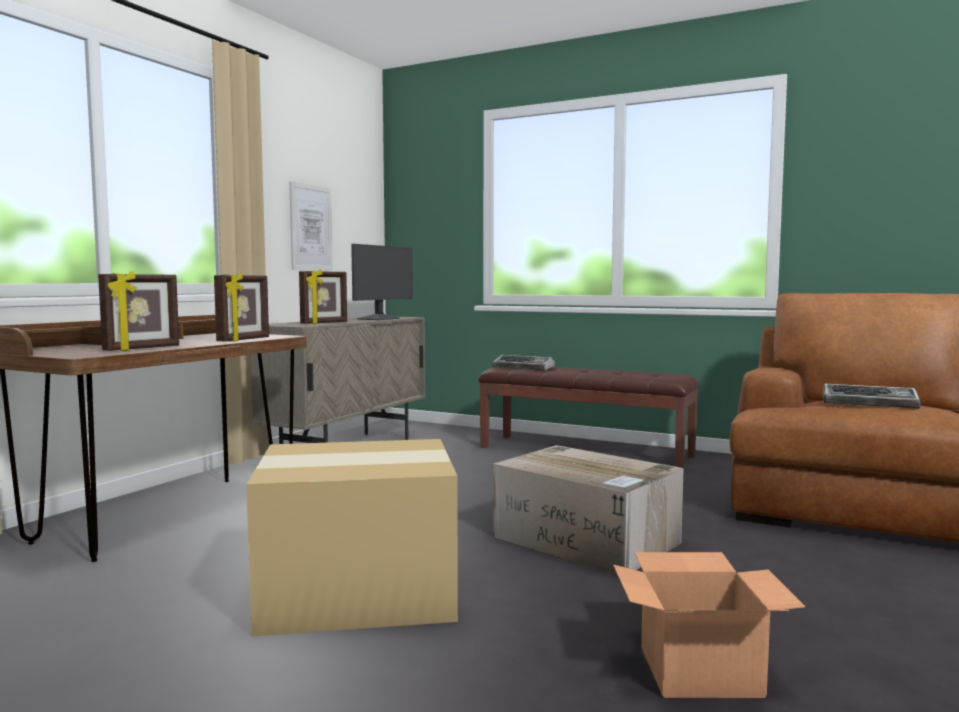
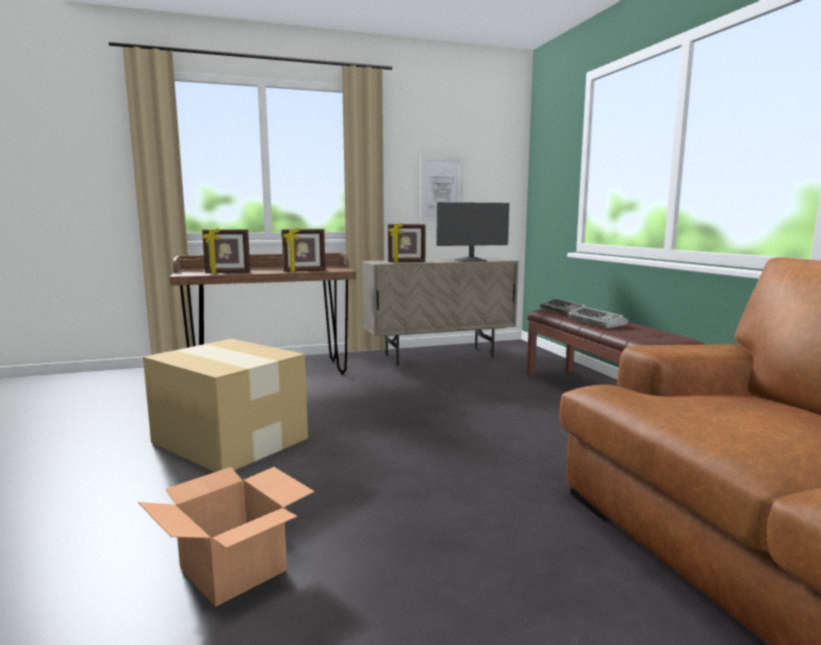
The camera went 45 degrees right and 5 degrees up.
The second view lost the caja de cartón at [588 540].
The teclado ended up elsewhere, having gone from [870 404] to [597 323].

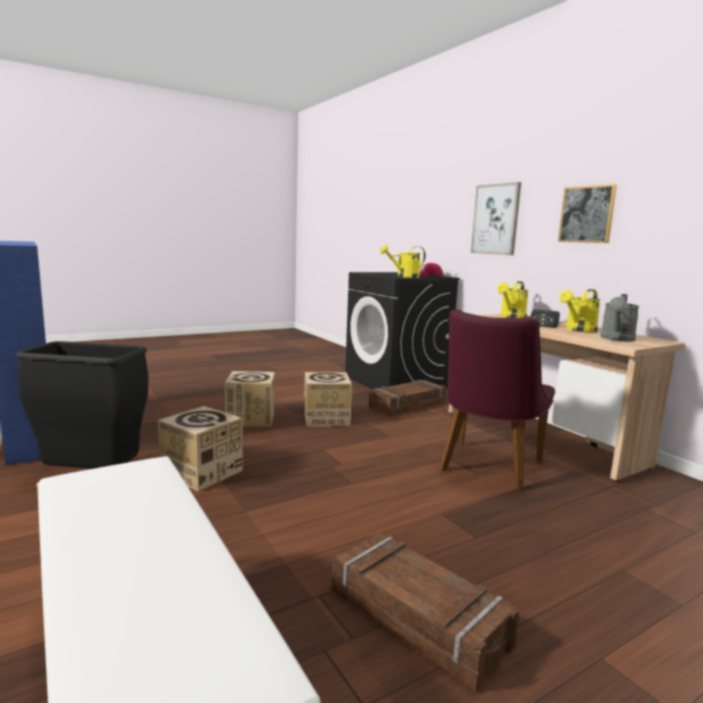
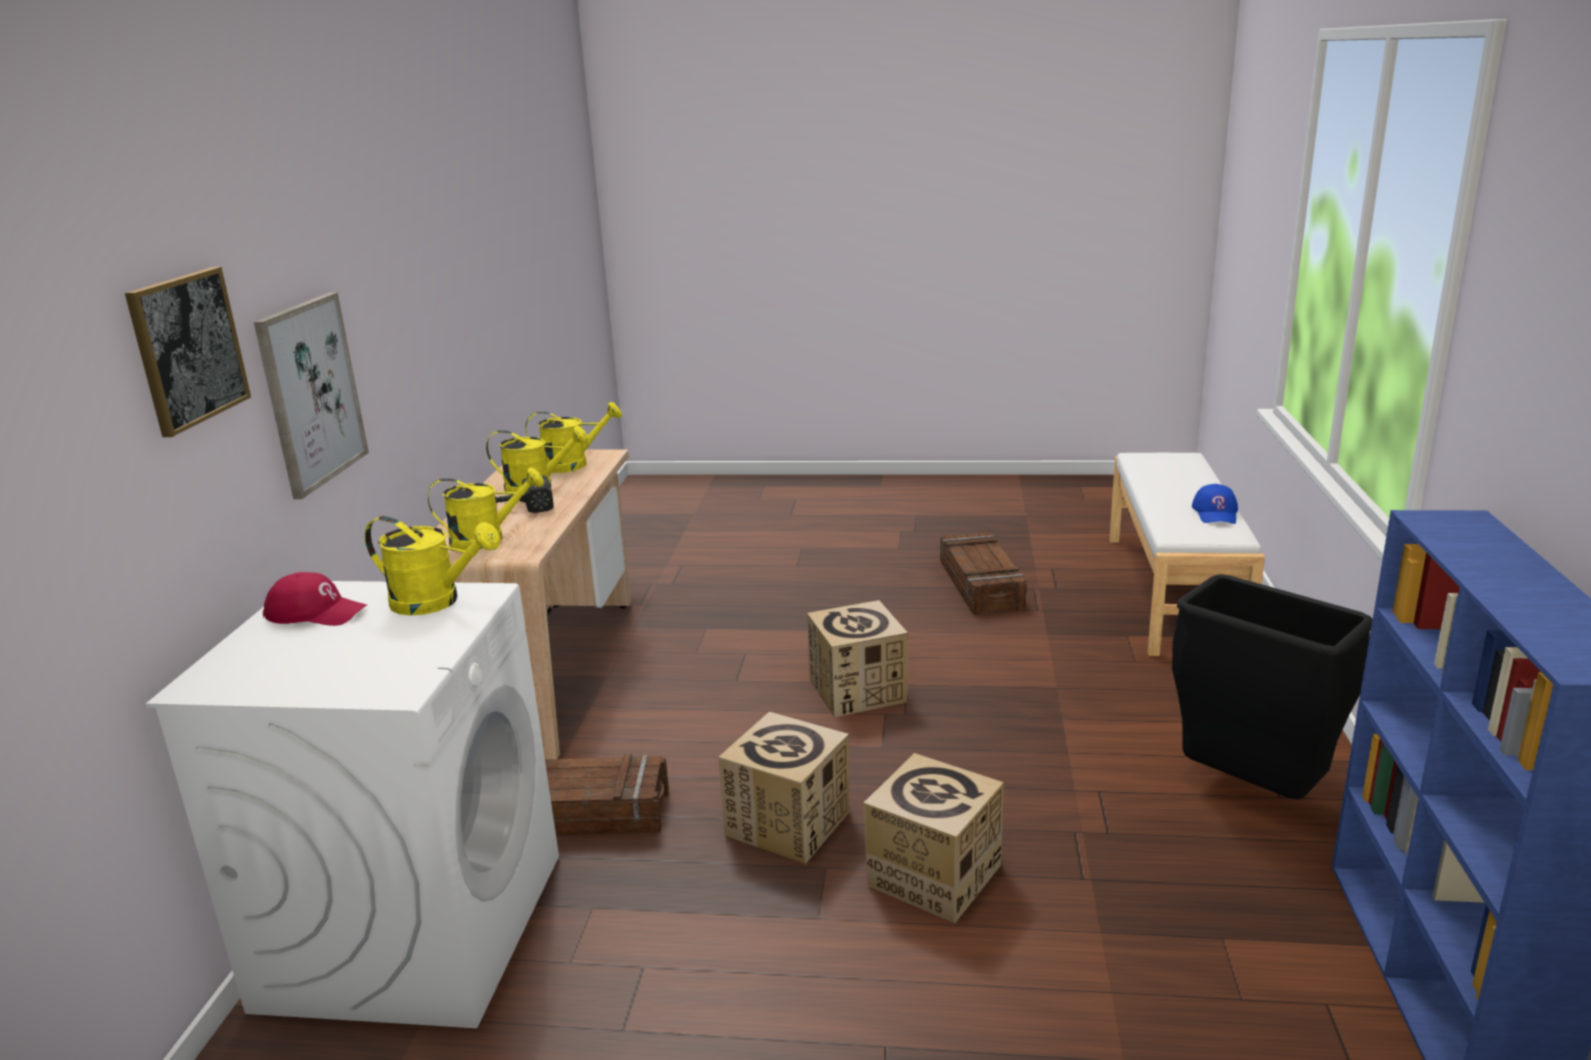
The camera went 140 degrees left and 10 degrees up.
The caja de cartón ended up elsewhere, having gone from [201 472] to [858 691].
What was the lavadora [negro] at [396 382] turned into the lavadora [blanco] at [414 928].
The second view lost the silla [morado] at [486 469].
The cuadro ended up elsewhere, having gone from [587 214] to [188 349].
What was the regadera [gris] at [617 339] turned into the regadera [amarillo] at [574 464].
The second view gained the gorra [azul] at [1216 513].

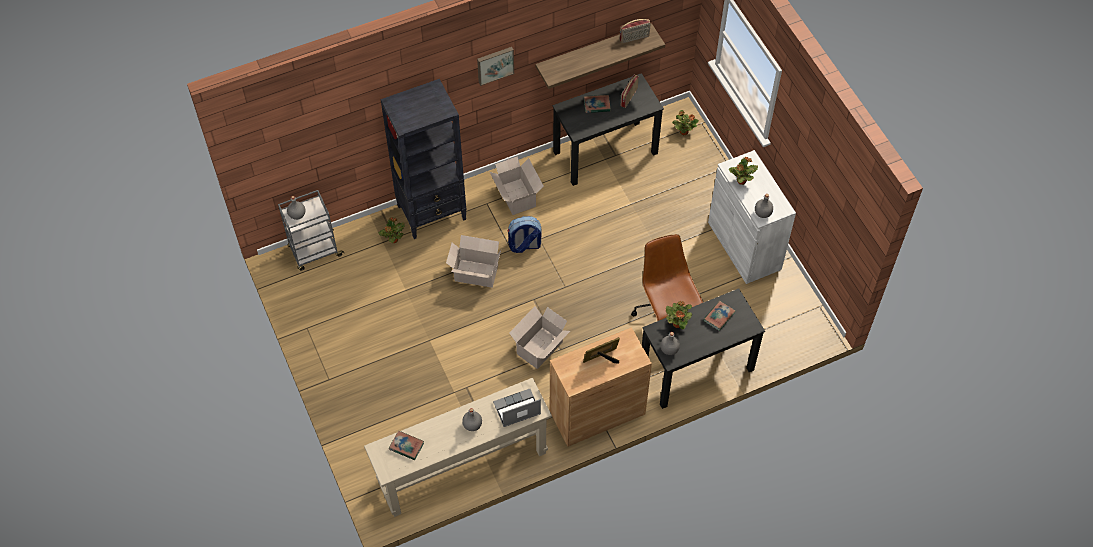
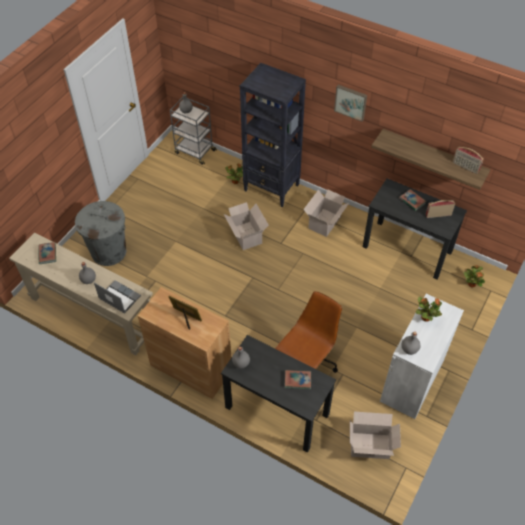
The camera went 55 degrees right and 5 degrees down.
The second view lost the mochila at [524 245].
The caja de cartón ended up elsewhere, having gone from [540 347] to [371 446].
The second view lost the planta en maceta at [677 323].
The second view gained the papelera [gris] at [108 251].

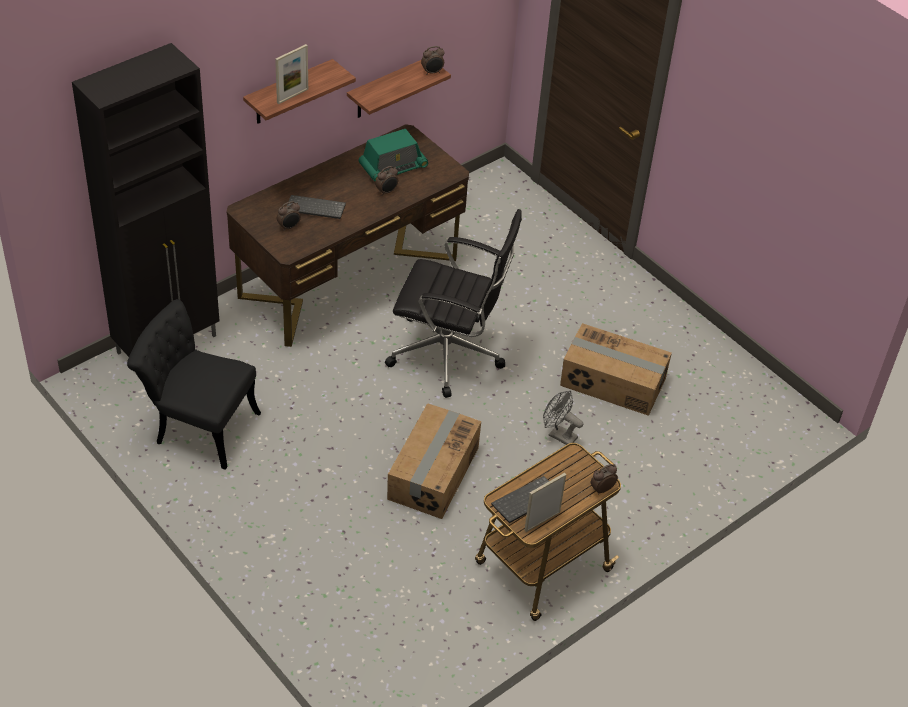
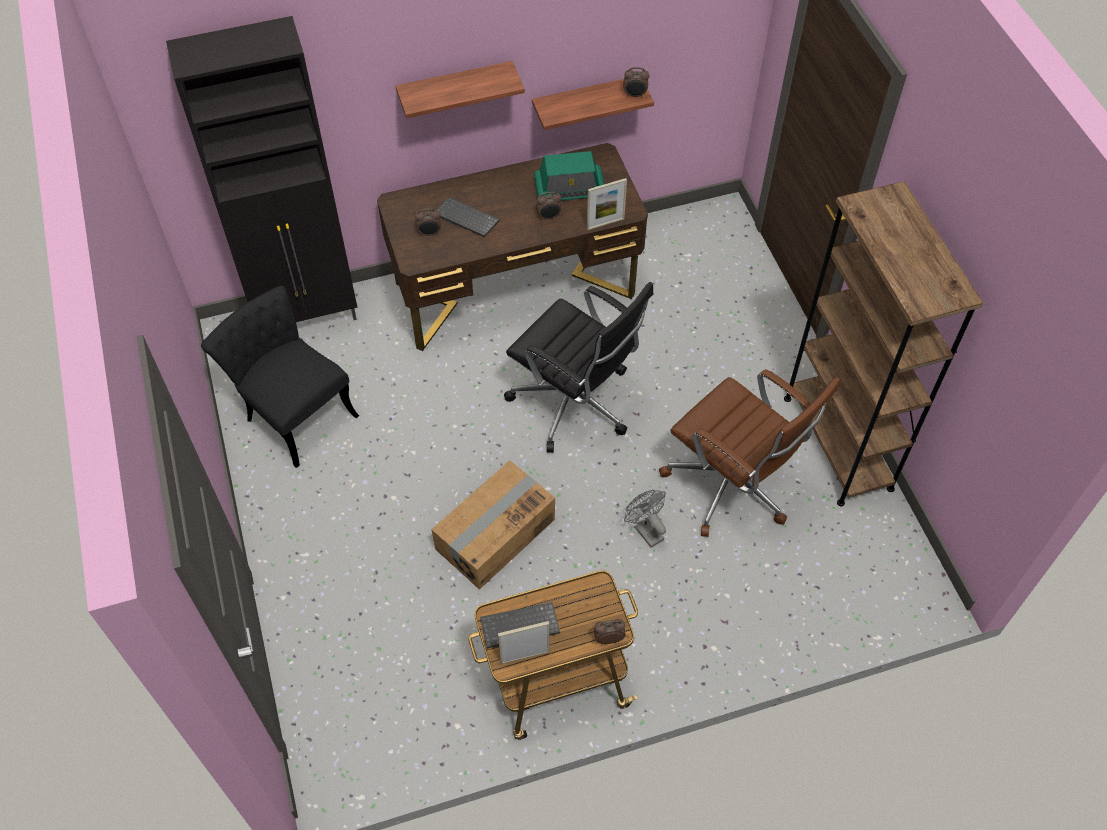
The camera went 25 degrees right and 10 degrees up.
The portarretratos ended up elsewhere, having gone from [292 96] to [605 223].
Where the caja de cartón stood at [613 382], the silla de oficina [marrón] came to stand at [732 486].
The second view gained the estantería [marrón] at [837 442].

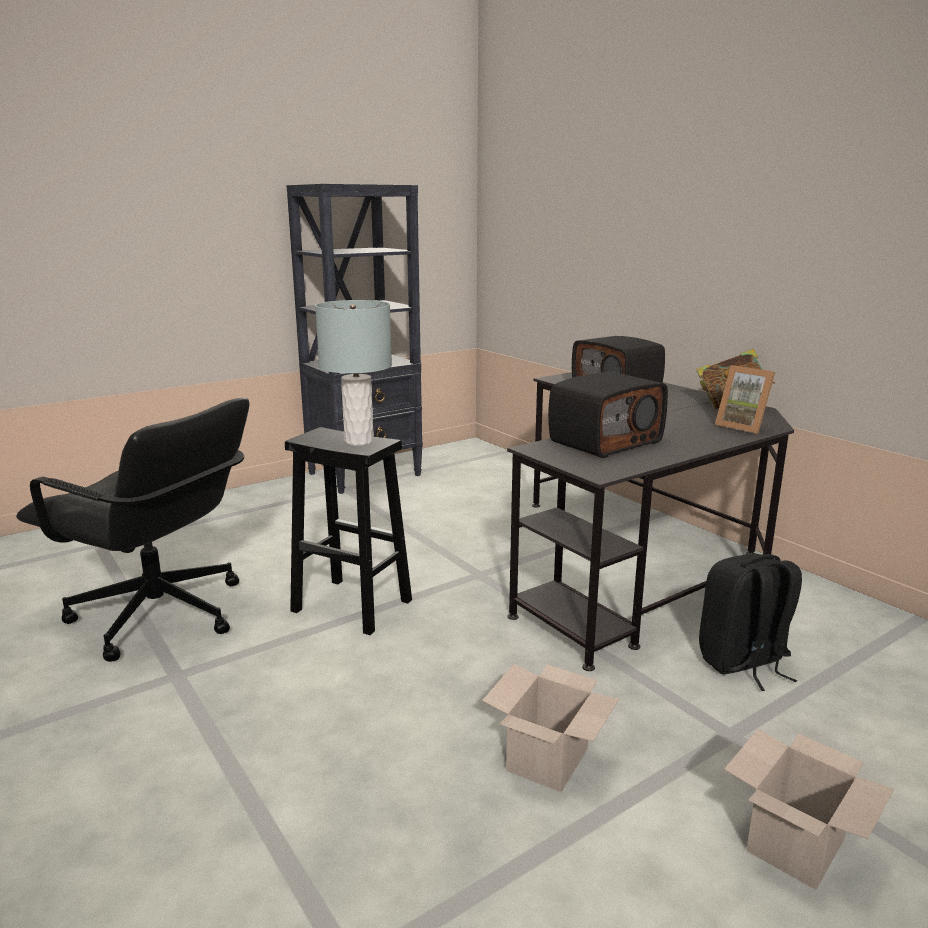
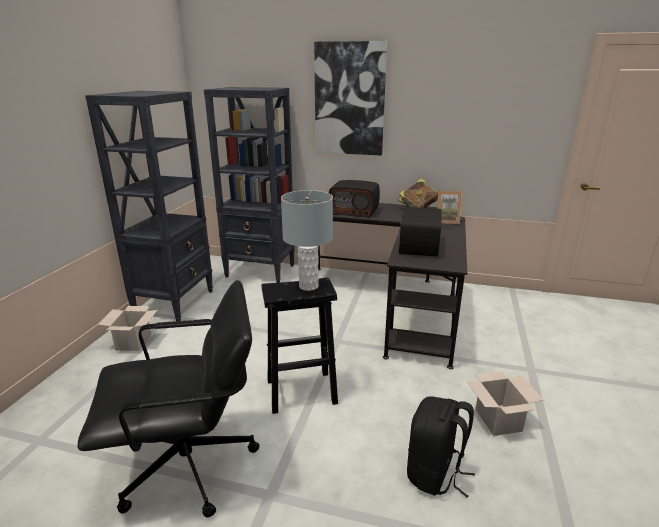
The camera went 40 degrees left and 5 degrees up.
The mochila [negro] ended up elsewhere, having gone from [743 663] to [435 473].
The caja de cartón ended up elsewhere, having gone from [794 843] to [133 341].
The second view gained the estantería [negro] at [261 271].
The second view gained the cuadro at [349 99].

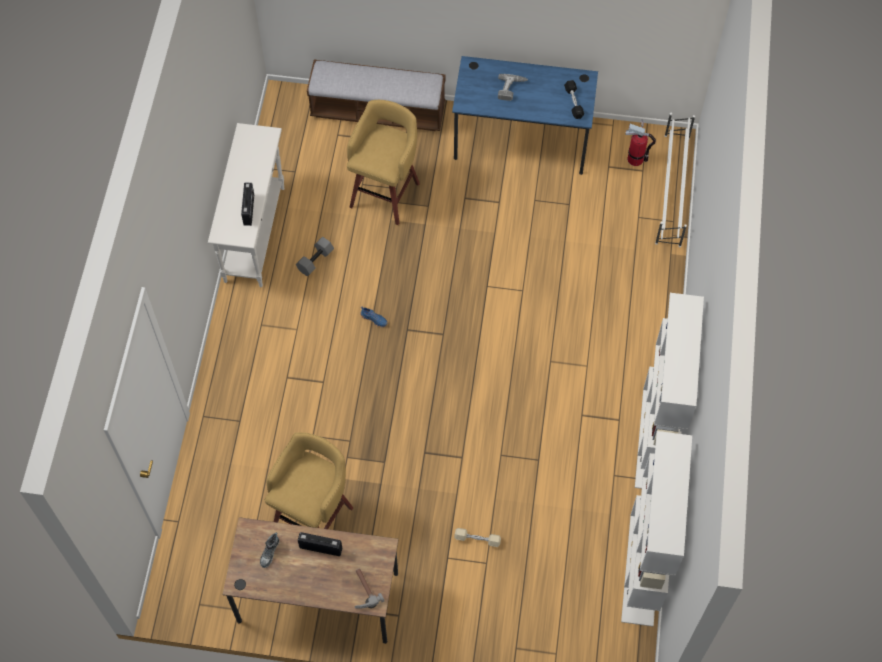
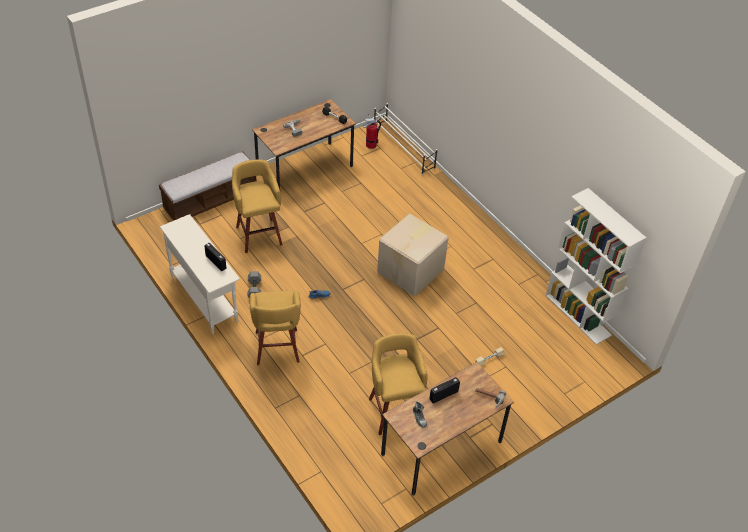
The camera went 45 degrees left and 15 degrees down.
What was the escritorio [azul] at [521 140] turned into the escritorio [marrón] at [305 169].
The second view lost the estantería [blanco] at [654 440].
The second view gained the taburete [amarillo] at [277 348].
The second view gained the caja de cartón at [411 271].

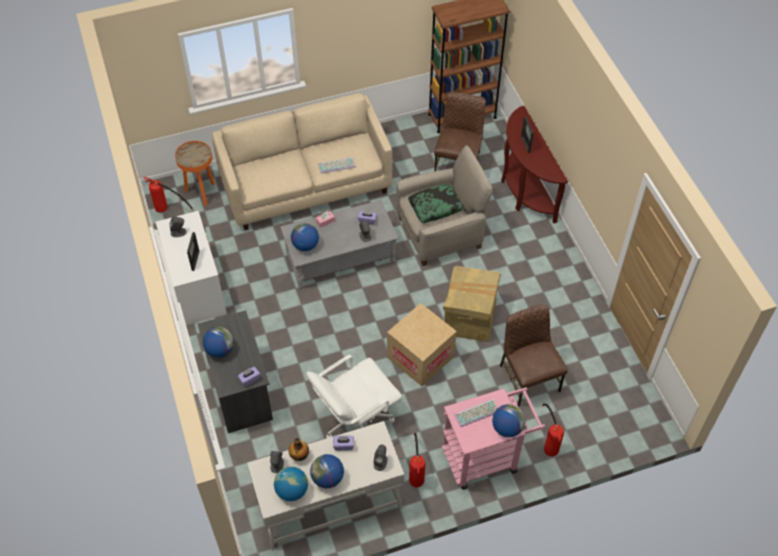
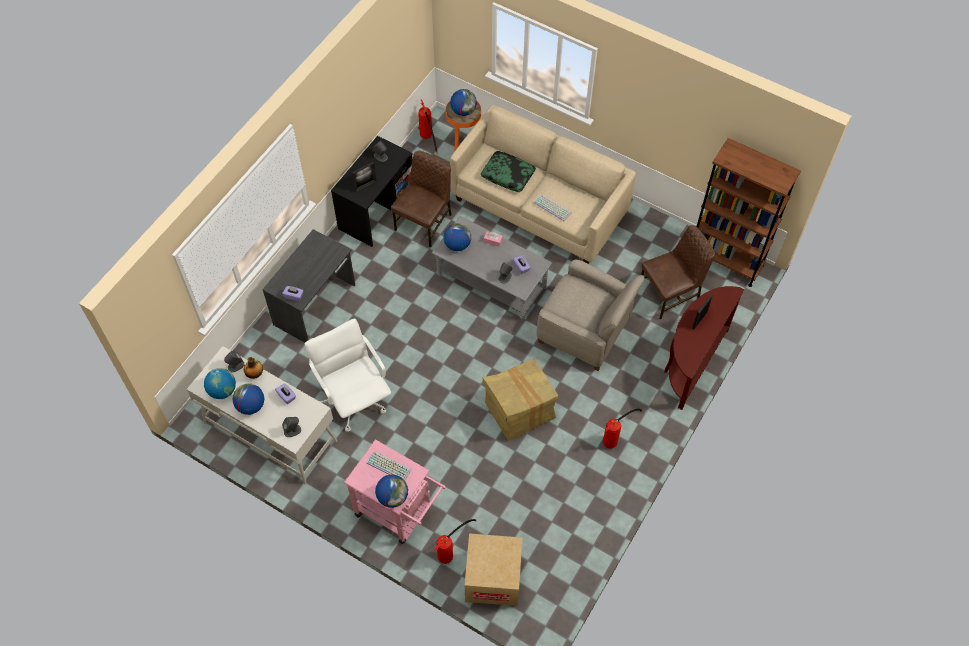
The camera went 50 degrees right and 5 degrees up.
What was the escritorio [blanco] at [196 287] turned into the escritorio [negro] at [376 210].
The globo terráqueo ended up elsewhere, having gone from [220 350] to [463 111].
The silla de oficina [blanco] at [355 420] ended up facing another way, 45 degrees clockwise from before.
The caja de cartón ended up elsewhere, having gone from [420 357] to [493 578].
The cojín ended up elsewhere, having gone from [435 207] to [508 175].
The extintor ended up elsewhere, having gone from [416 472] to [616 437].
The silla [marrón] ended up elsewhere, having gone from [528 377] to [424 222].

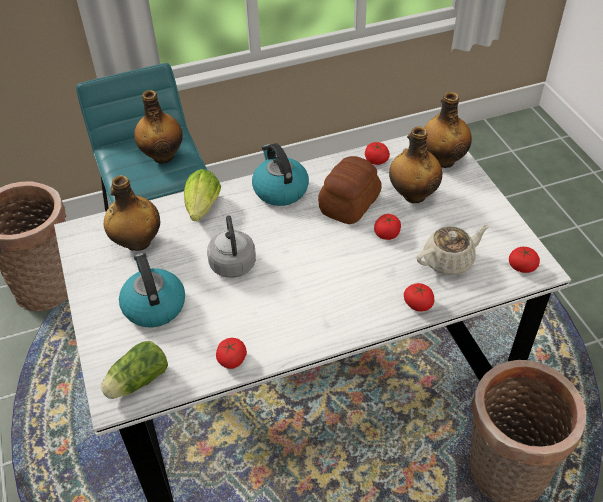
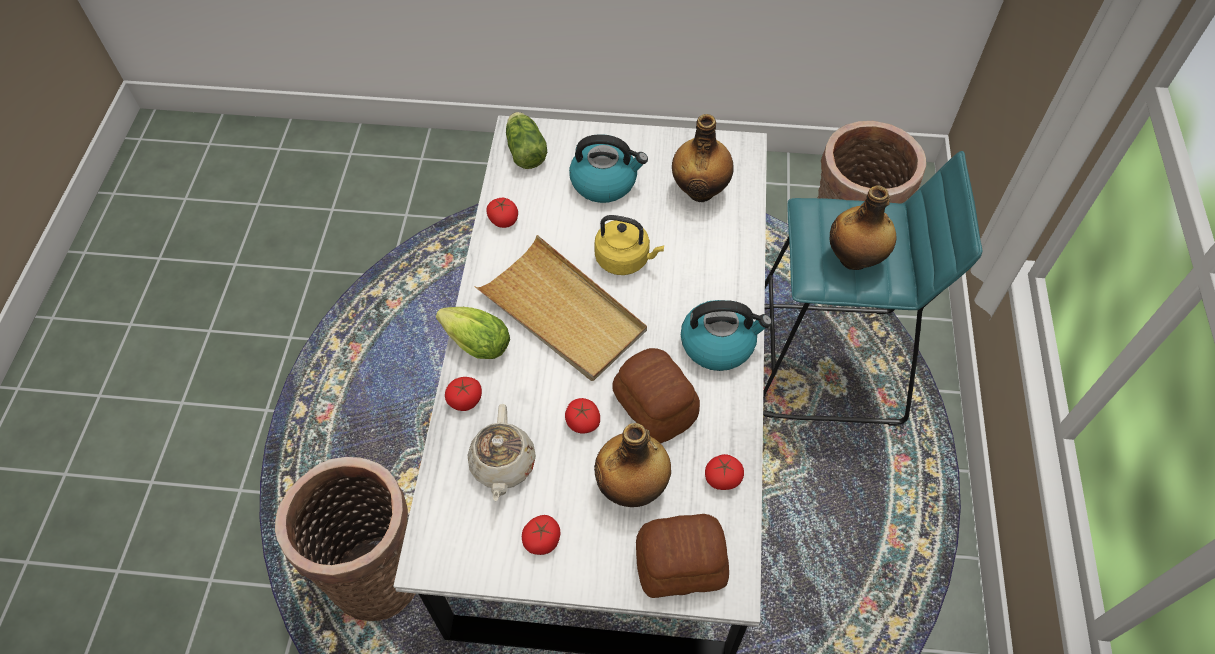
The camera went 115 degrees right and 10 degrees up.
The lechuga ended up elsewhere, having gone from [202 210] to [473 342].
What was the hervidor [gris] at [232 262] turned into the hervidor [amarillo] at [625 259].
Where the botella stood at [443 160], the pan came to stand at [682 565].
The tomate ended up elsewhere, having gone from [522 266] to [542 540].
The second view gained the bandeja [beis] at [562 312].

